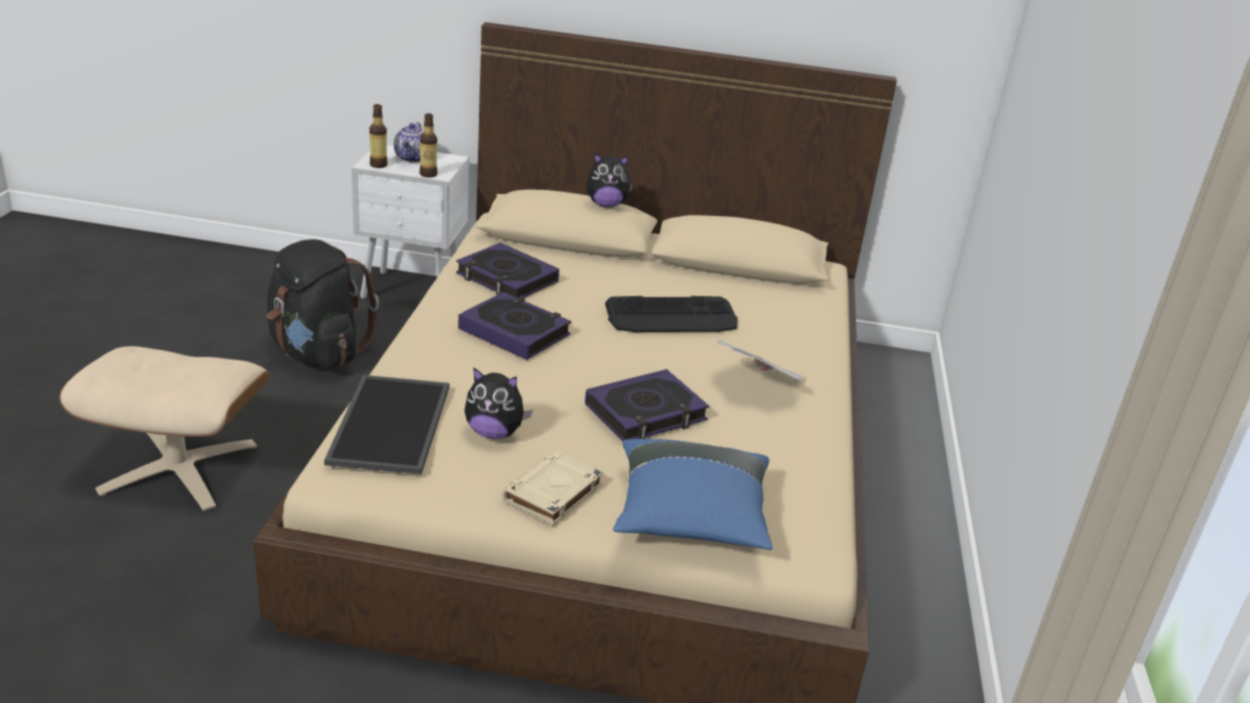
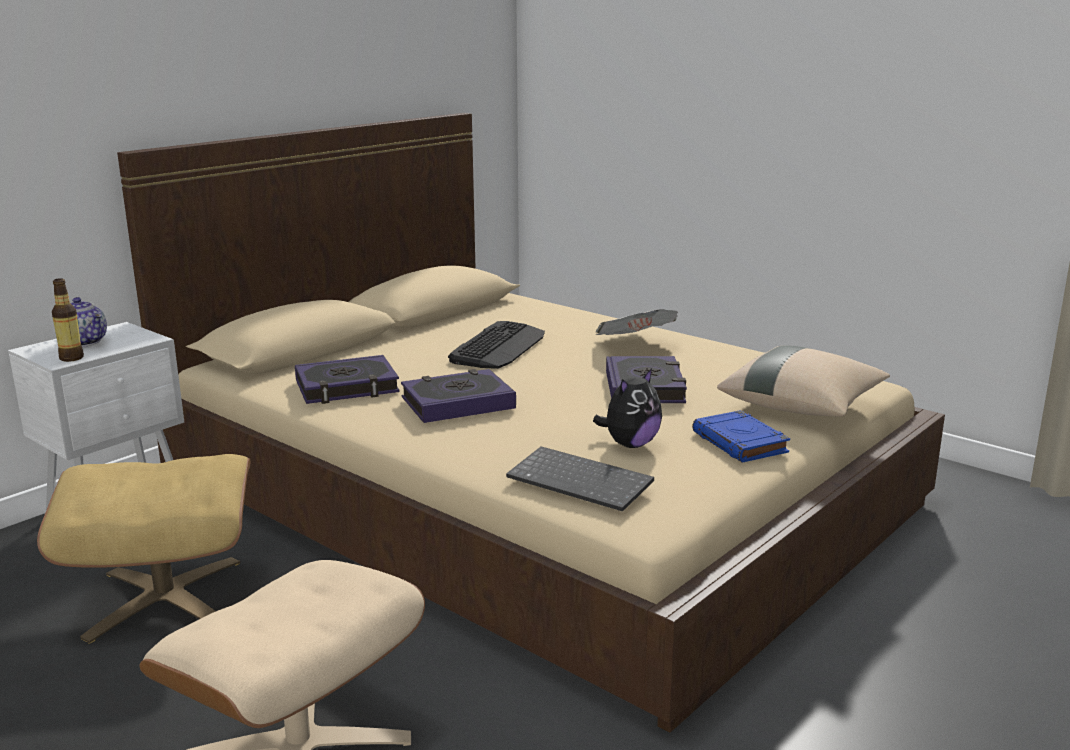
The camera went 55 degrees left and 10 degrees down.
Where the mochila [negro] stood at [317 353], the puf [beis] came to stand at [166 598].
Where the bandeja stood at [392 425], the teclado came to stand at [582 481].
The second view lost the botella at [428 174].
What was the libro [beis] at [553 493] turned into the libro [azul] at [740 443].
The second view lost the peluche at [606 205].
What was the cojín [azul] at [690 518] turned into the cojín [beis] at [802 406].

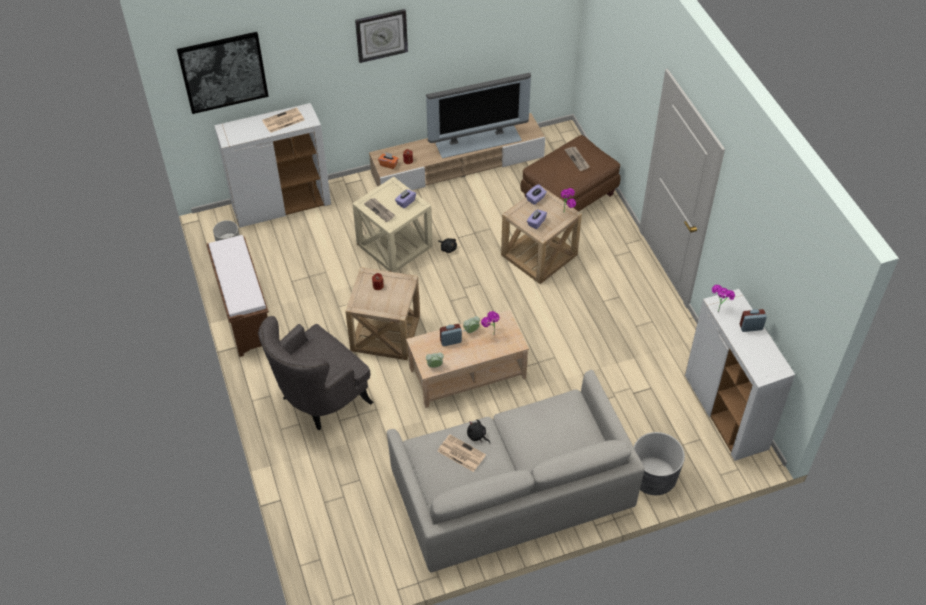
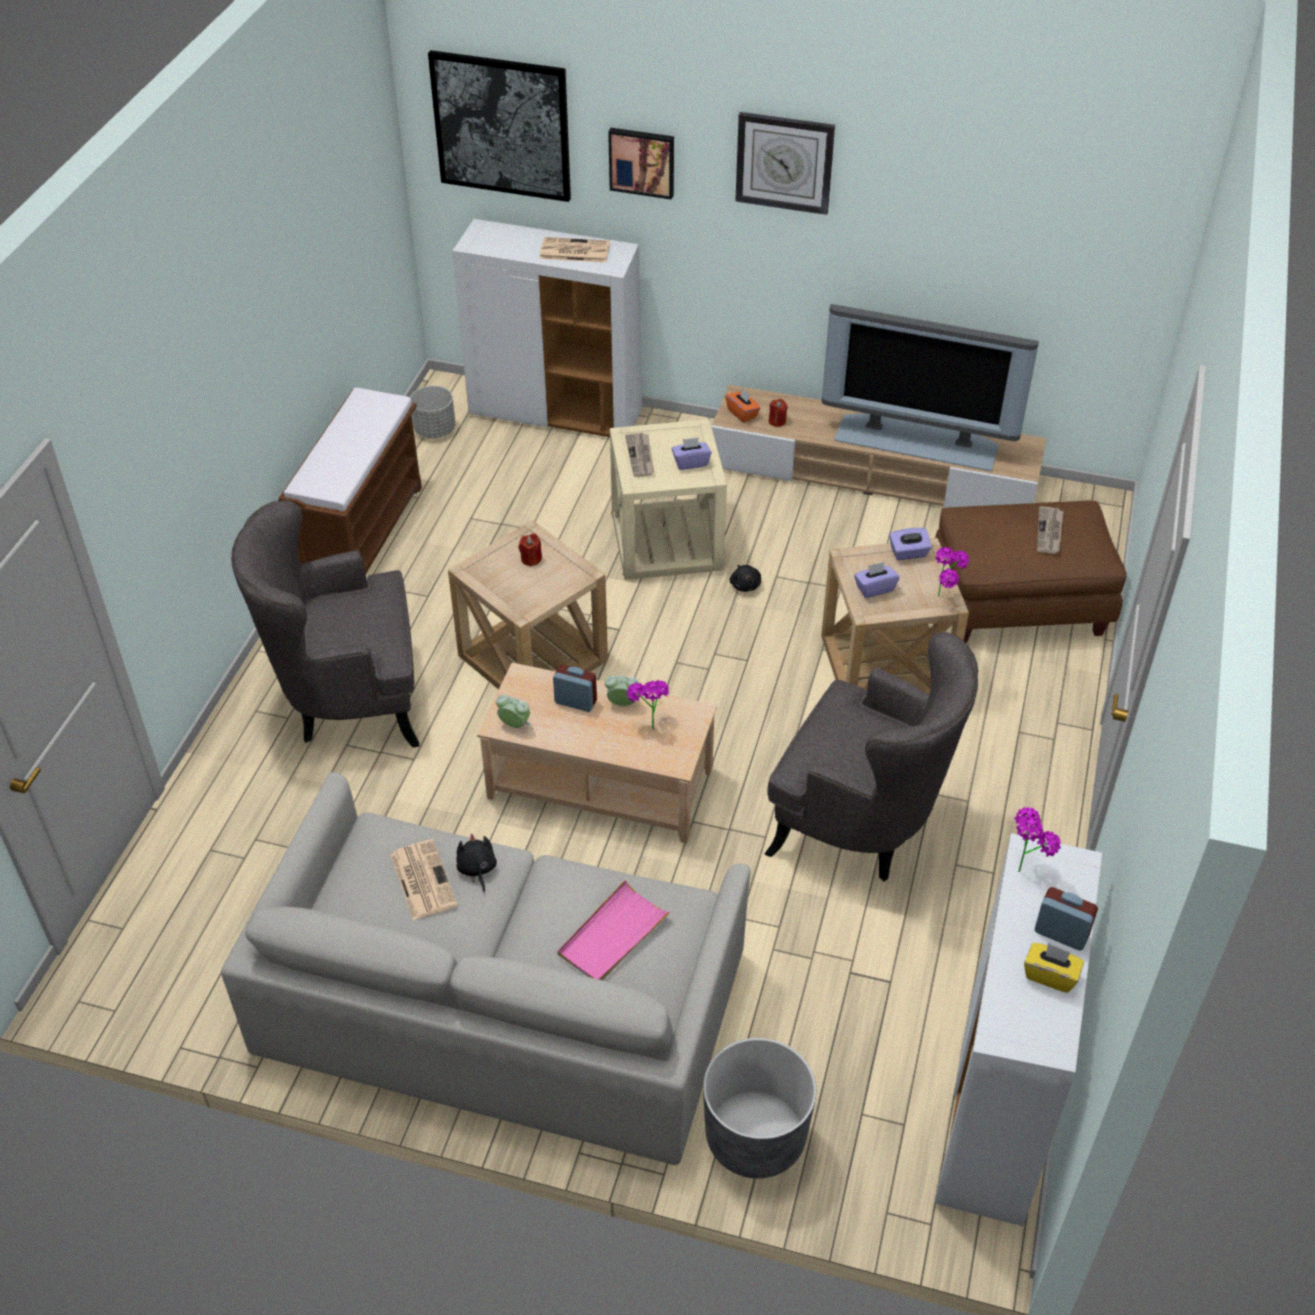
The camera went 35 degrees right and 5 degrees down.
The second view gained the bandeja [rosa] at [613 935].
The second view gained the cuadro at [642 161].
The second view gained the sillón [gris] at [862 825].
The second view gained the caja de pañuelos [amarillo] at [1050 975].

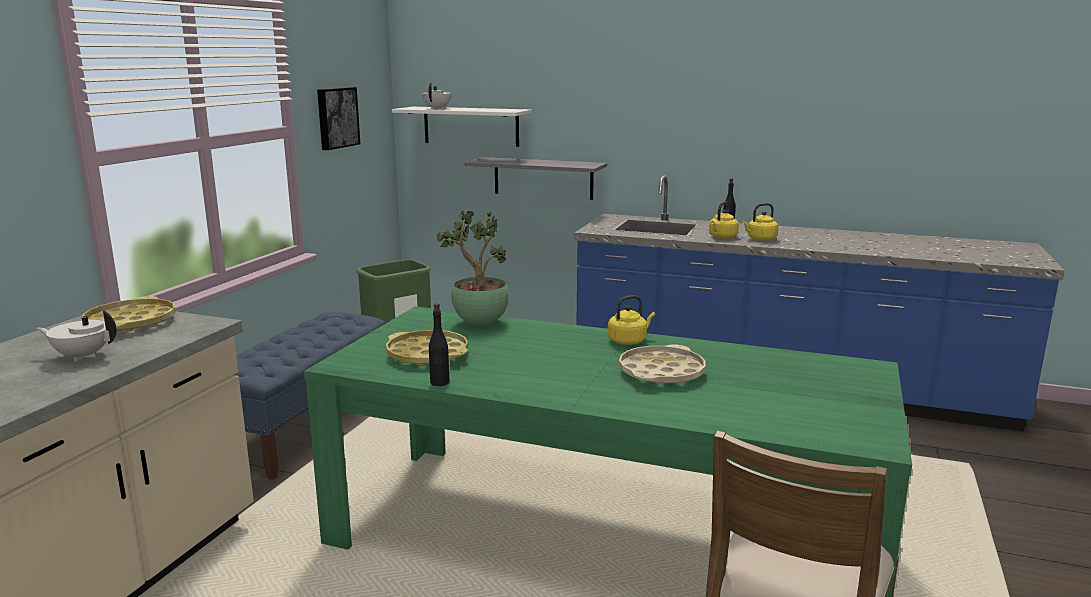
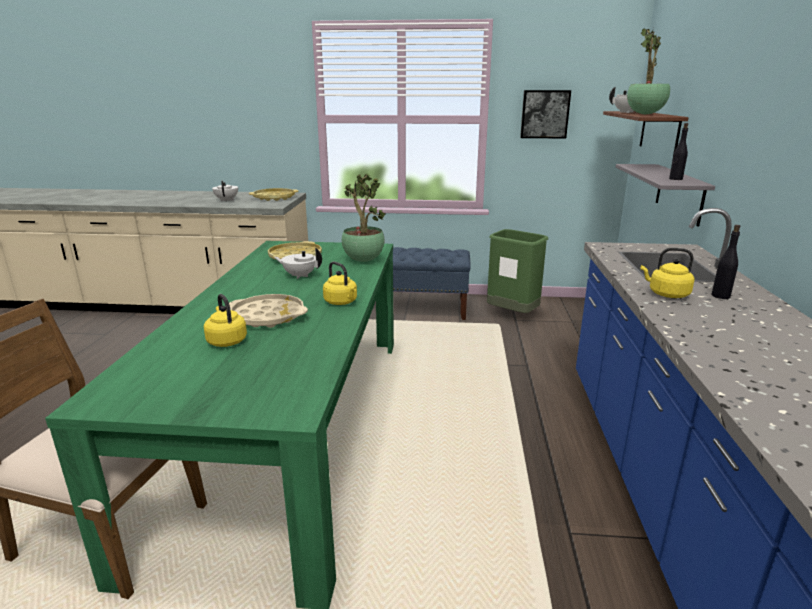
The camera went 75 degrees right and 5 degrees up.
What was the estante [blanco] at [471 126] turned into the estante [marrón] at [659 132].
The botella [negro] ended up elsewhere, having gone from [439 383] to [675 179].
The hervidor [amarillo] ended up elsewhere, having gone from [760 239] to [226 341].
The second view gained the tetera [blanco] at [299 276].
The second view gained the planta en maceta at [644 114].

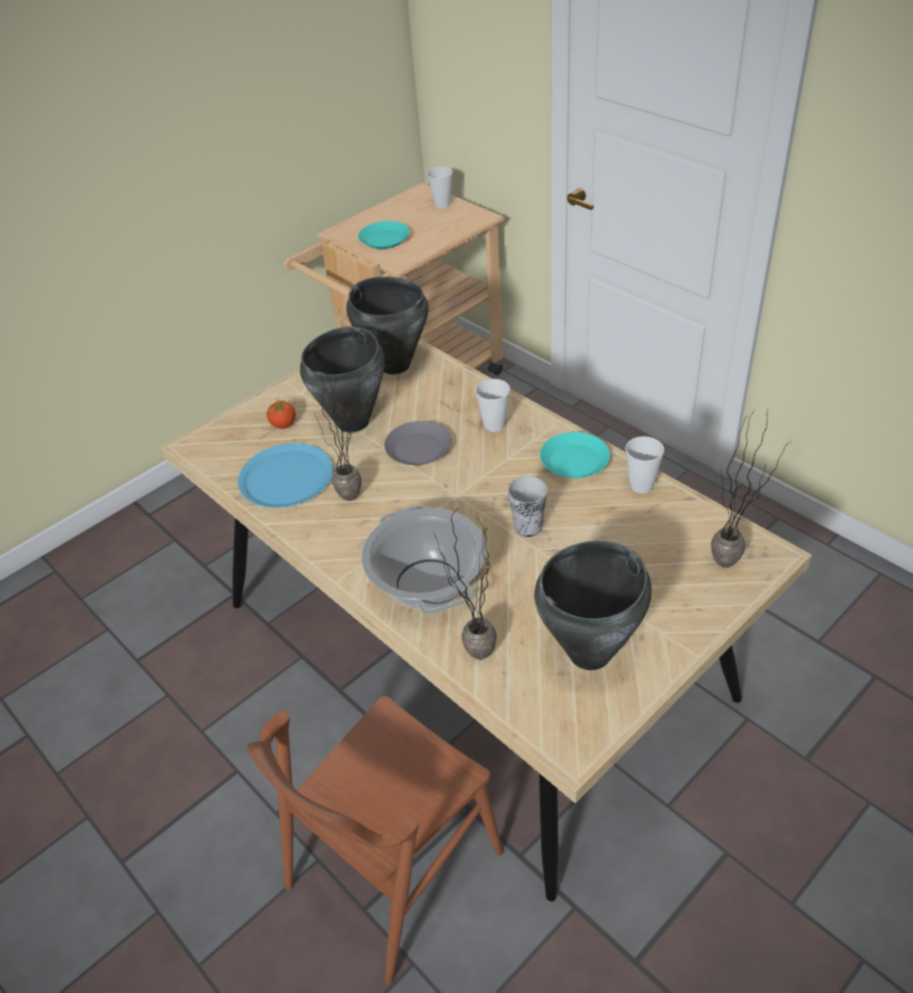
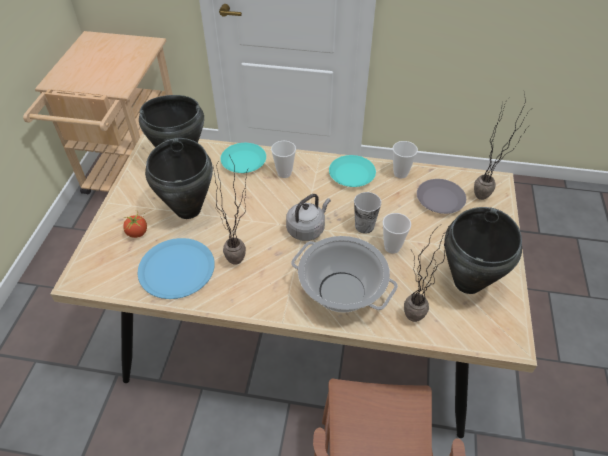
The camera went 40 degrees left and 5 degrees up.
The plato [turquesa] ended up elsewhere, having gone from [385 239] to [243 161].
The plato [gris] ended up elsewhere, having gone from [419 449] to [440 200].
The taza ended up elsewhere, having gone from [442 205] to [392 247].
The second view gained the hervidor [gris] at [307 229].

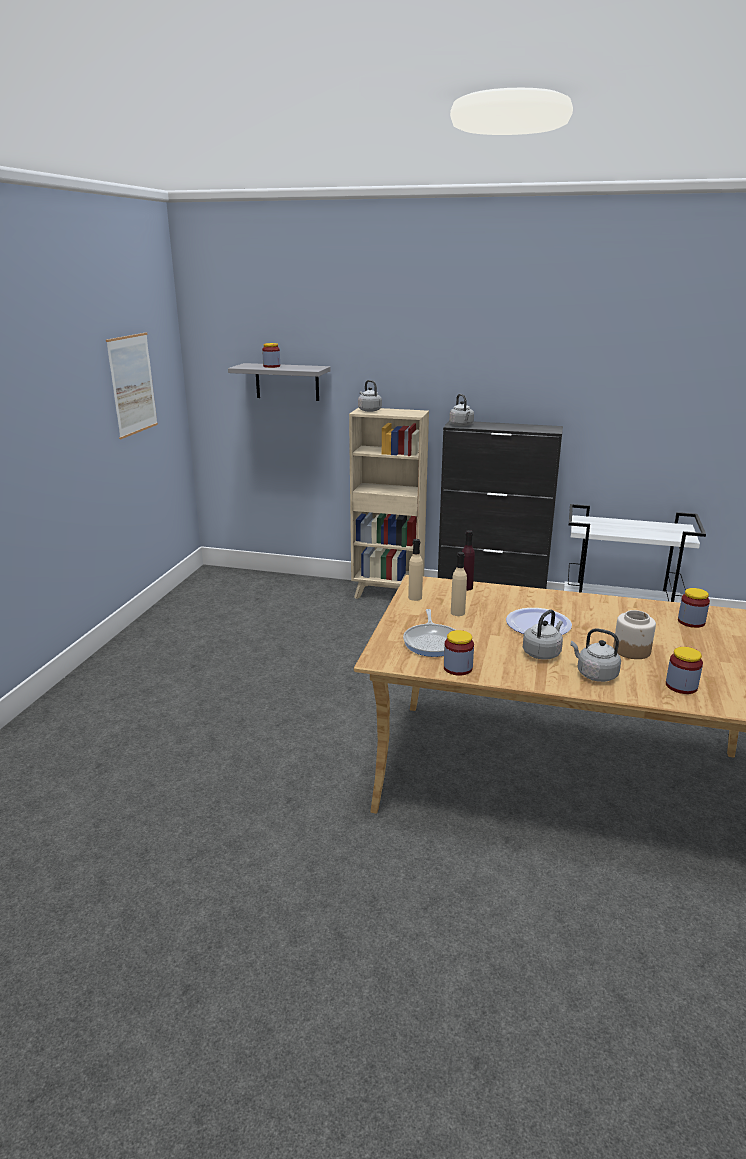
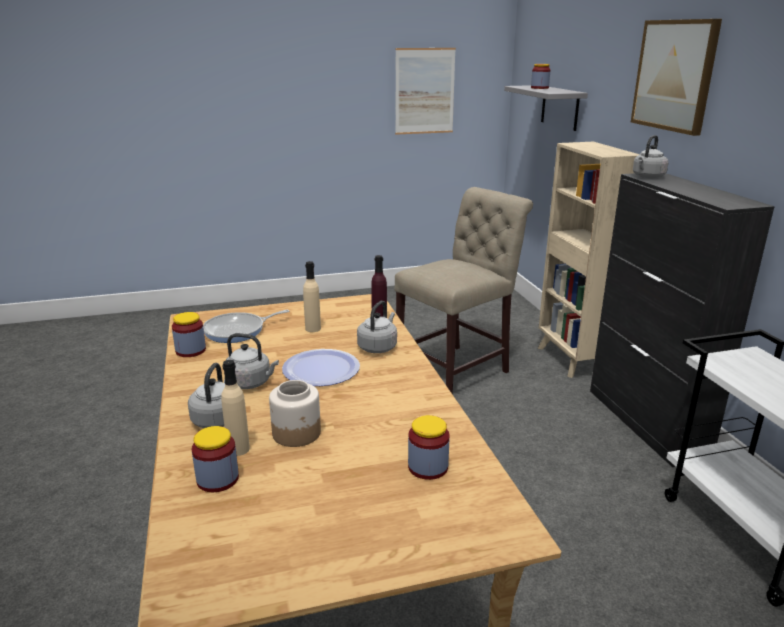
The camera went 60 degrees right and 0 degrees up.
The hervidor [gris] ended up elsewhere, having gone from [369 410] to [378 347].
The botella [beis] ended up elsewhere, having gone from [415 597] to [238 449].
The second view gained the silla [beis] at [458 370].
The second view gained the cuadro at [674 75].

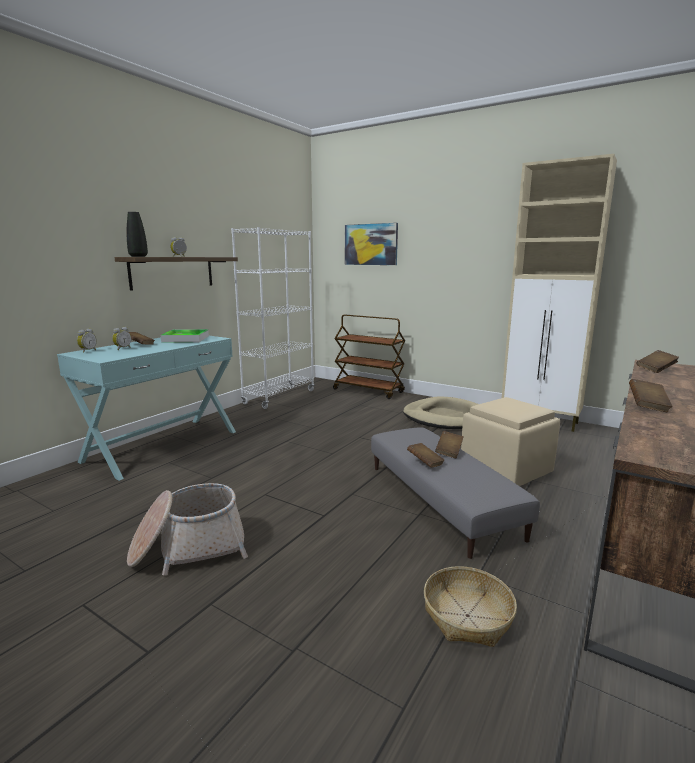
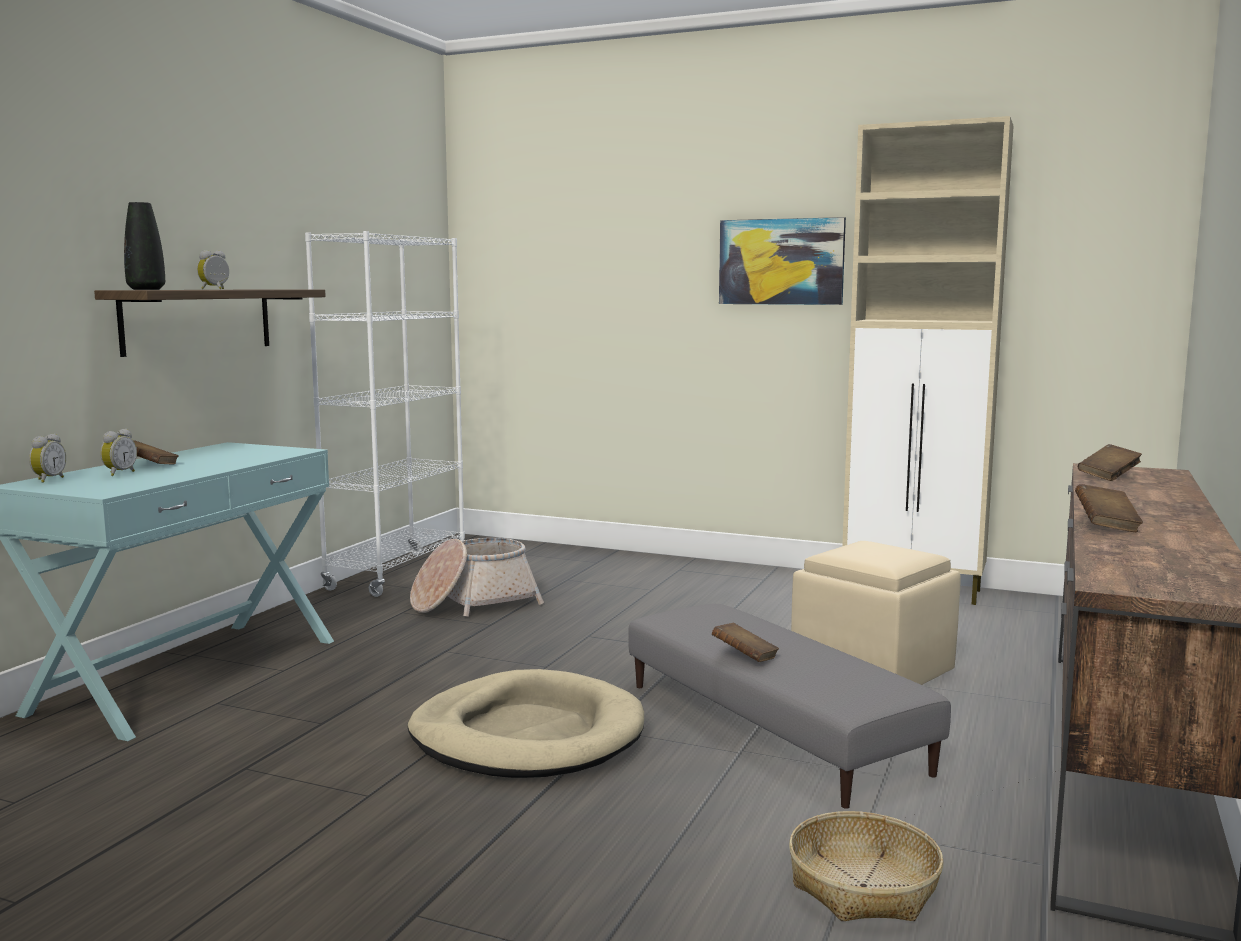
The camera went 10 degrees left and 5 degrees down.
The cesta ended up elsewhere, having gone from [189 547] to [473 602].
The second view lost the bandeja at [185 339].
The second view lost the carrito [marrón] at [369 391].
The cuadro ended up elsewhere, having gone from [371 244] to [781 262].
The cama para perro [beis] ended up elsewhere, having gone from [445 417] to [527 735].
The second view lost the libro [marrón] at [449 452].

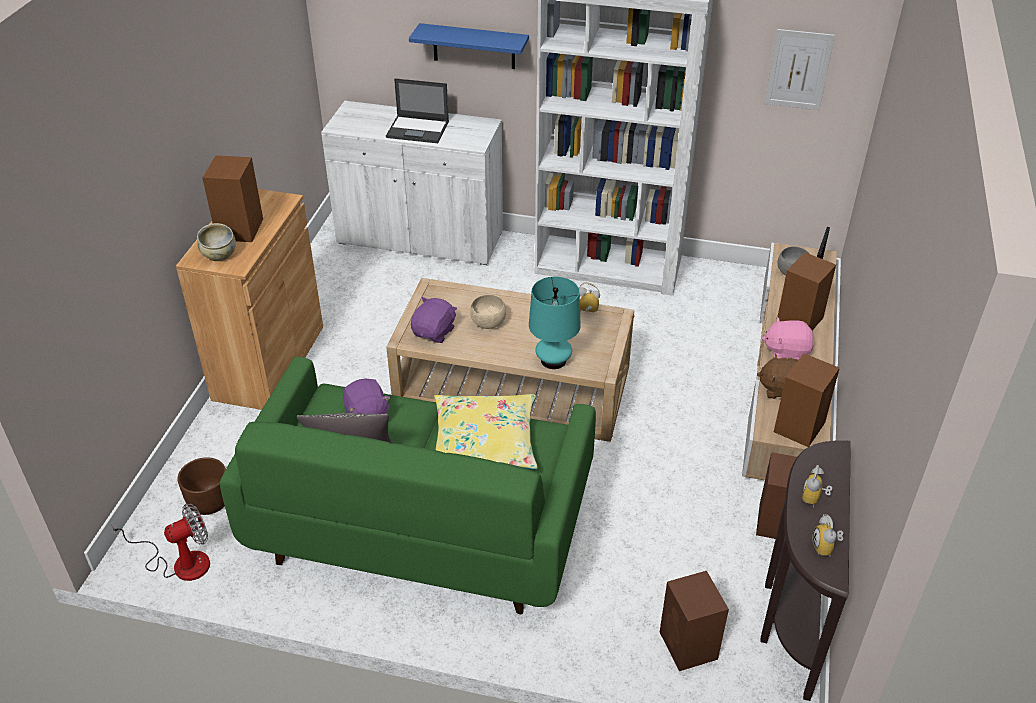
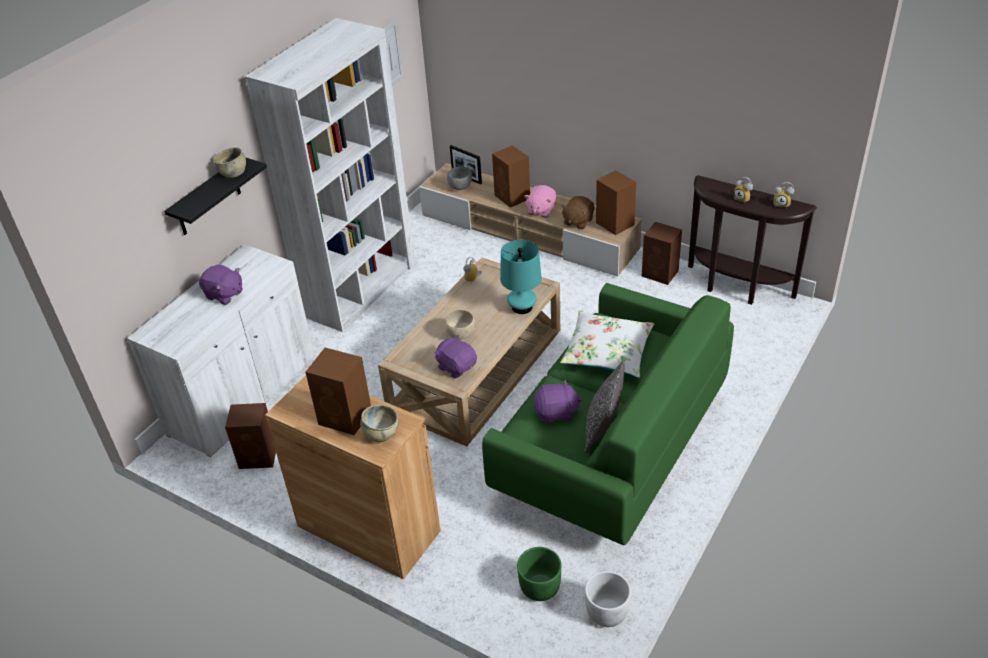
The camera went 70 degrees left and 0 degrees up.
Where the ventilador stood at [180 562], the maceta [blanco] came to stand at [606 612].
What was the maceta [marrón] at [209 502] turned into the maceta [verde] at [540 587].
Where the portátil stood at [418 129], the peluche [morado] came to stand at [224 295].
What was the estante [azul] at [474 46] turned into the estante [negro] at [208 198].
What was the cojín [amarillo] at [484 442] turned into the cojín [blanco] at [607 352].
The altavoz [marrón] ended up elsewhere, having gone from [689 647] to [259 456].
The second view gained the cuenco [beis] at [233 173].

